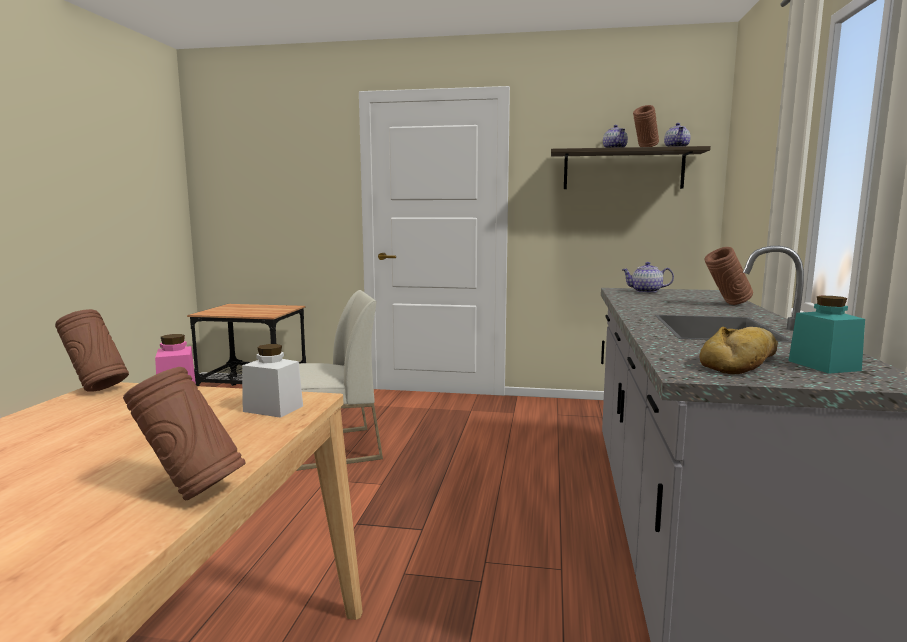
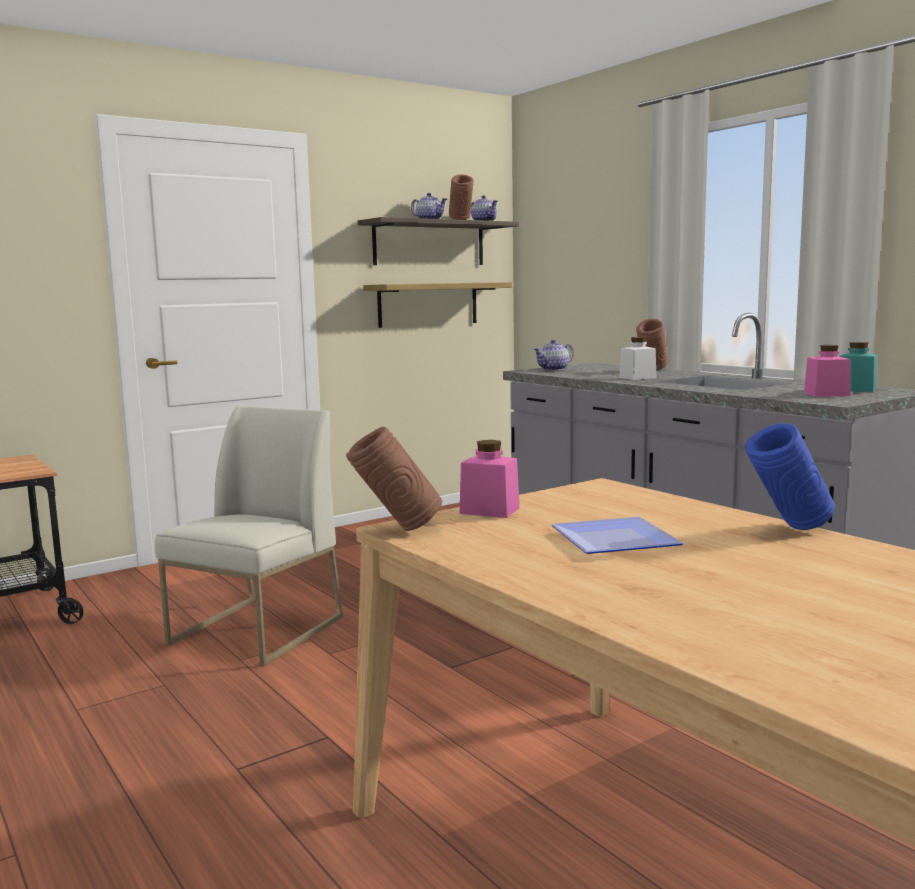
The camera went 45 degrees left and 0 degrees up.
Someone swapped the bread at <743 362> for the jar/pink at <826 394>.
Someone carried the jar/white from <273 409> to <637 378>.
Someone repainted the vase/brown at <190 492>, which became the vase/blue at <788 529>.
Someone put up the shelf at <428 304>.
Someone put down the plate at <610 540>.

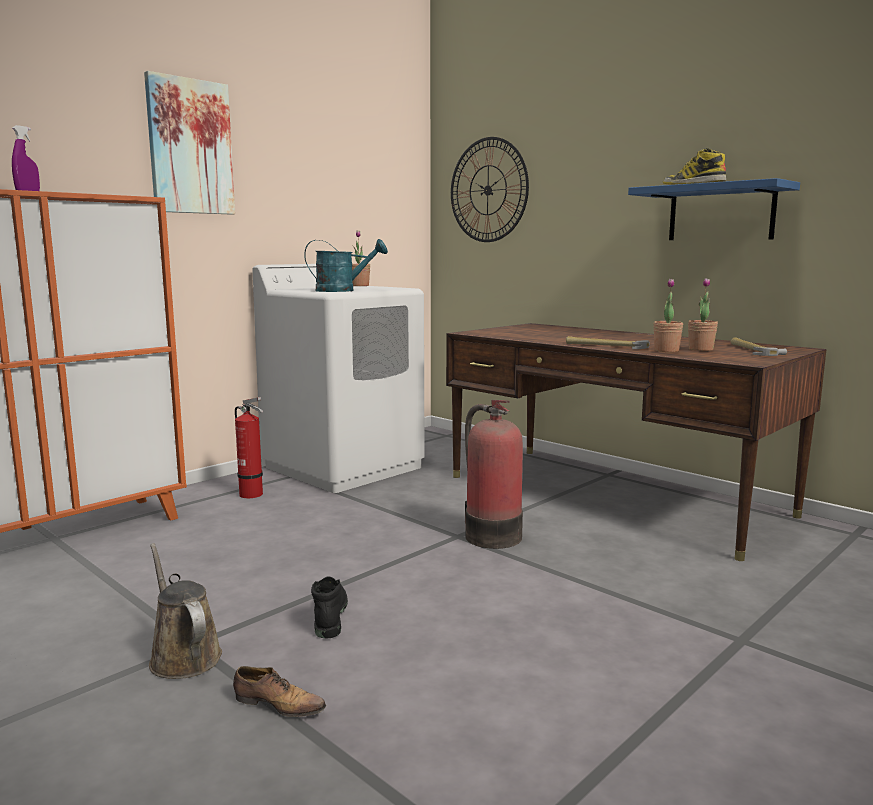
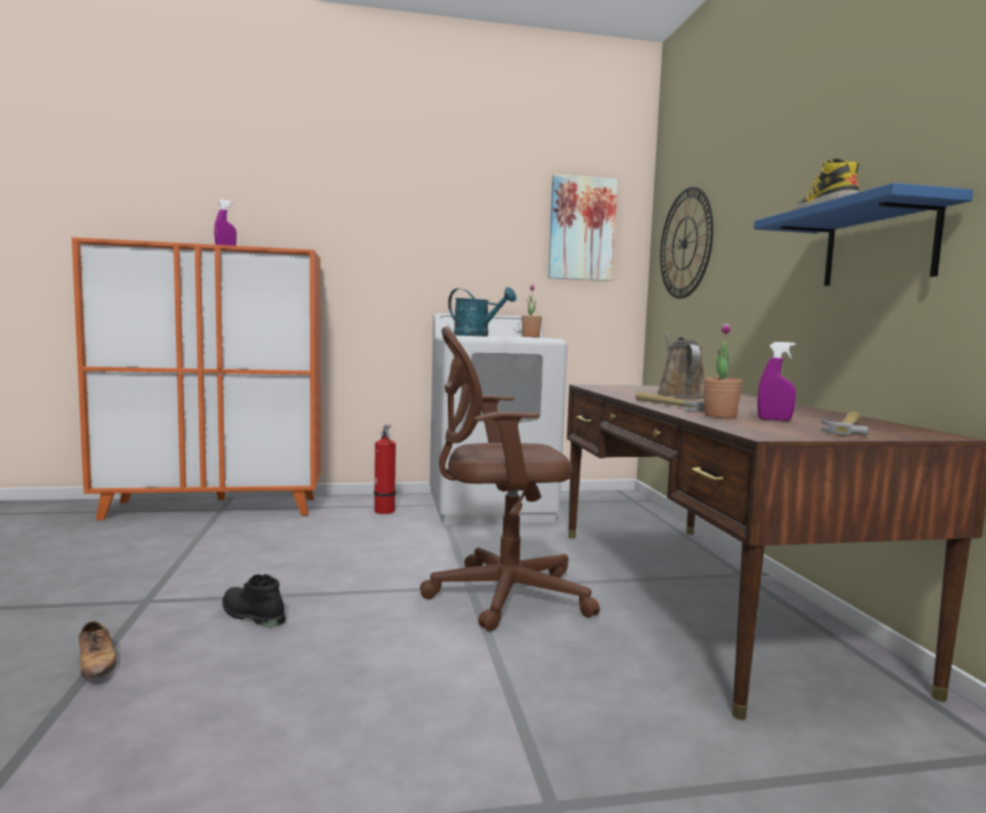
The camera went 35 degrees right and 5 degrees down.
Someone carried the picture from <190 147> to <581 229>.
Someone swapped the potted plant at <700 349> for the spray bottle/purple at <774 419>.
Someone swapped the fire extinguisher at <490 535> for the office chair/brown at <500 595>.
Someone carried the watering can/brown from <183 656> to <679 394>.
Someone rotated the boot/black at <328 616> by 90 degrees counterclockwise.

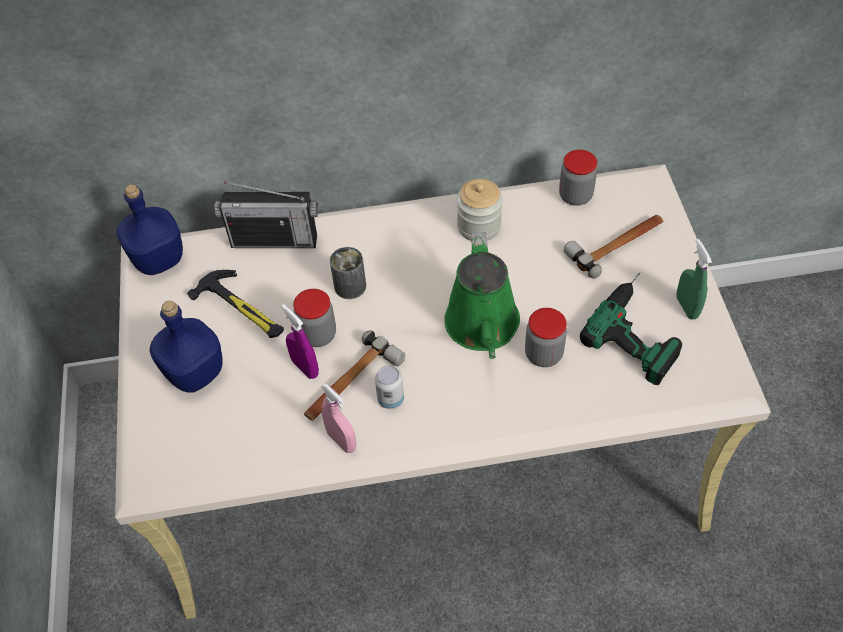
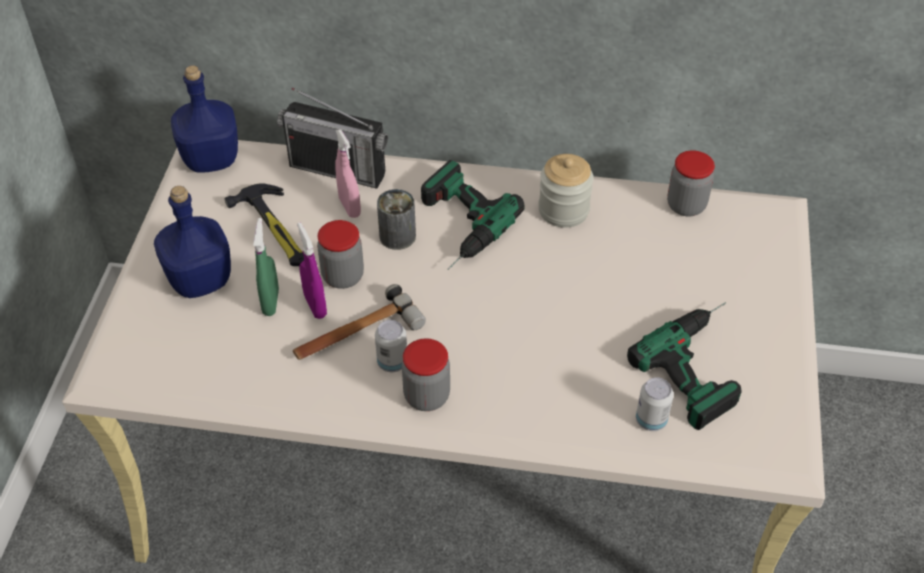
The camera went 15 degrees right and 5 degrees down.
Someone took away the hammer at <617 244>.
Someone took away the watering can/green at <483 327>.
Someone carried the spray bottle/green from <686 307> to <271 302>.
Someone carried the jar from <543 354> to <427 396>.
Someone carried the spray bottle/pink from <341 441> to <349 207>.
Someone put down the power drill at <454 226>.
Someone put down the can at <651 420>.

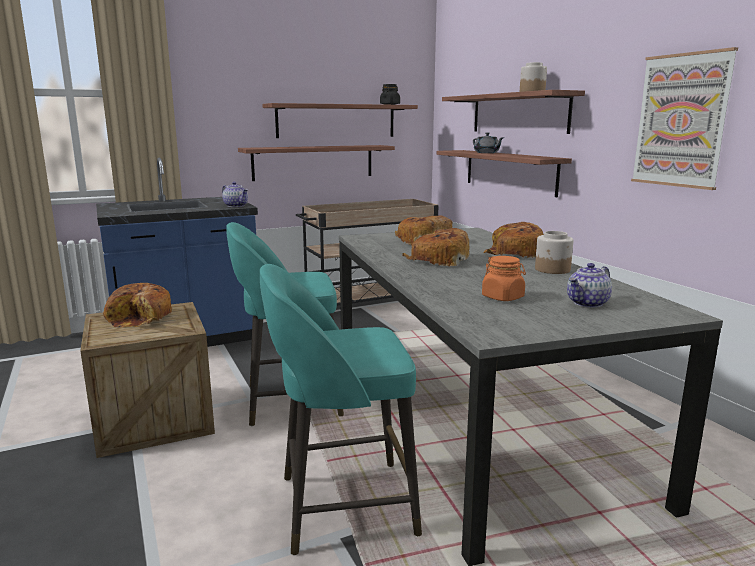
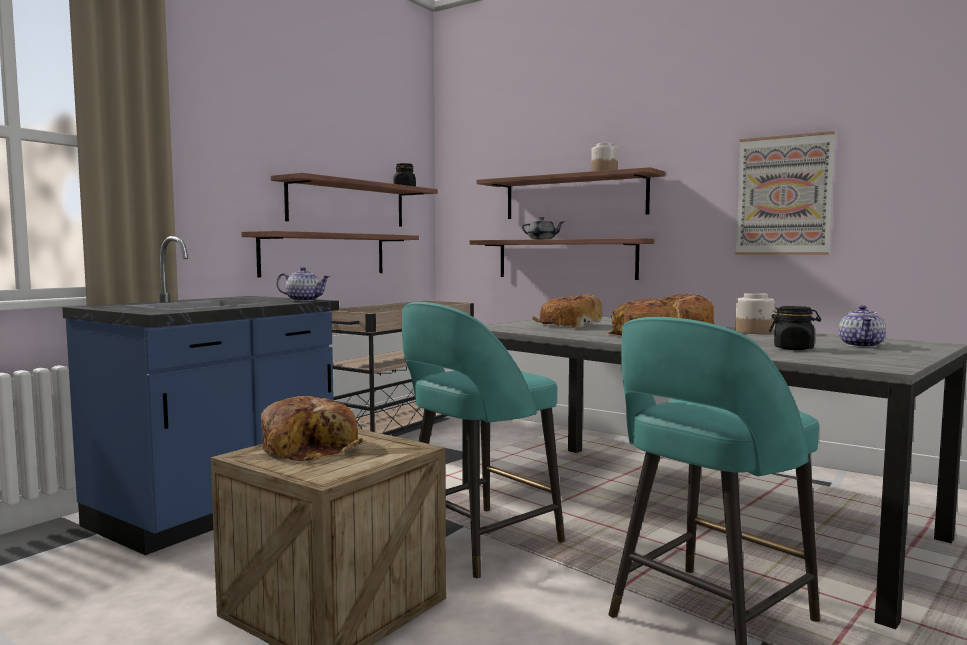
The camera went 30 degrees left and 10 degrees down.
Someone repainted the jar/orange at <503 297>, which became the jar/black at <793 348>.

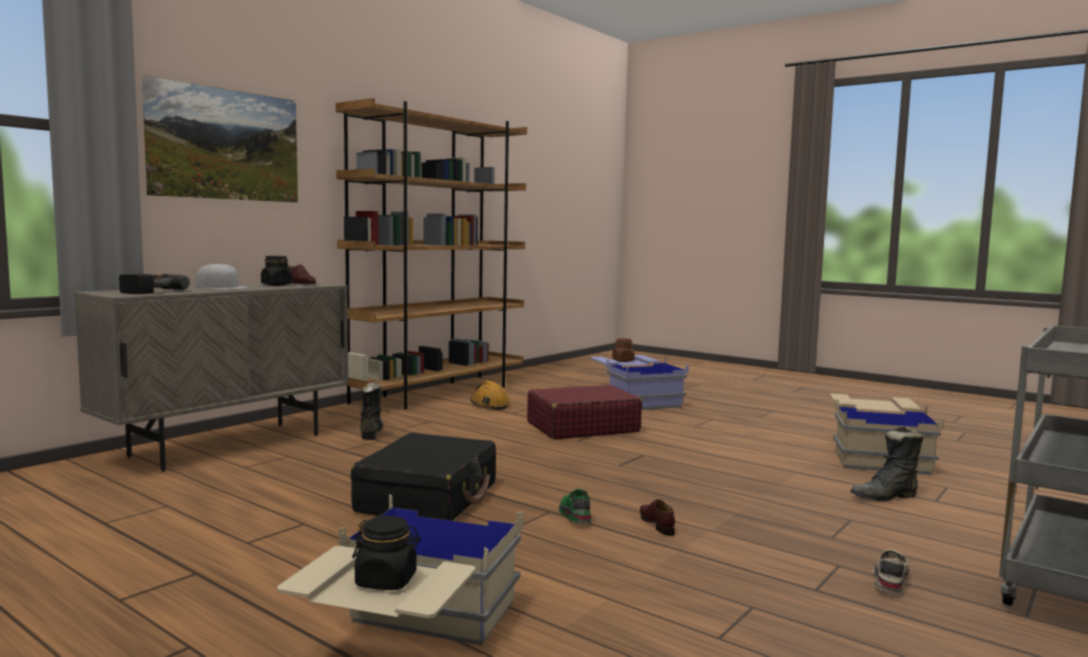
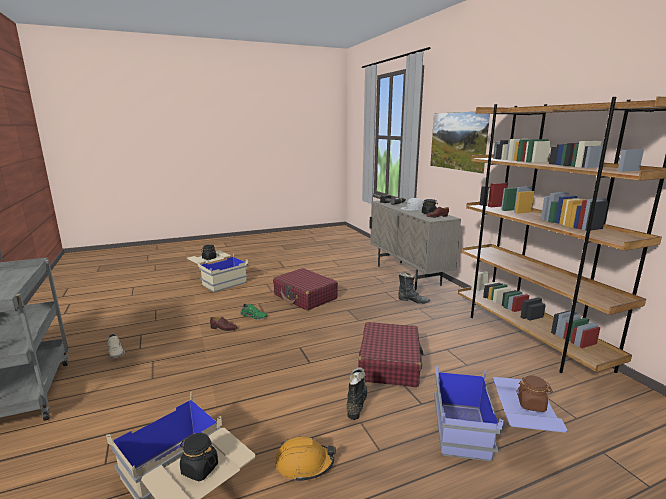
The camera went 120 degrees right and 10 degrees up.
Someone carried the hard hat/orange from <489 405> to <304 464>.
Someone carried the boot/black from <886 497> to <356 404>.
Someone repainted the suitcase/black at <428 497>, which became the suitcase/red at <305 297>.
Someone put down the jar/black at <199 469>.

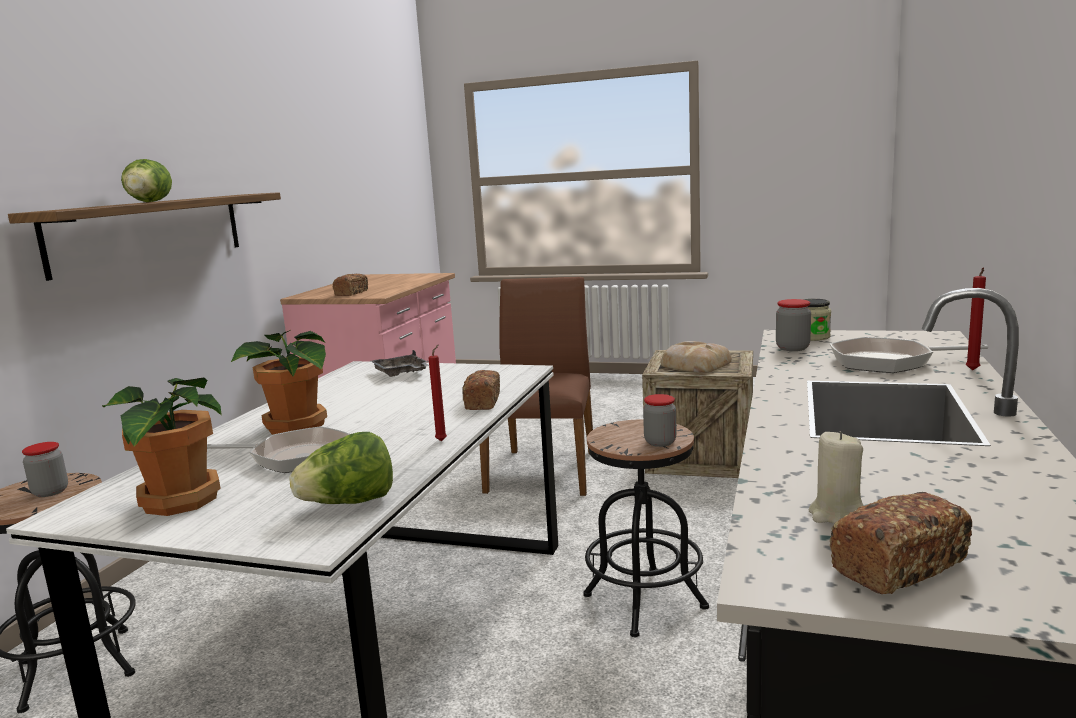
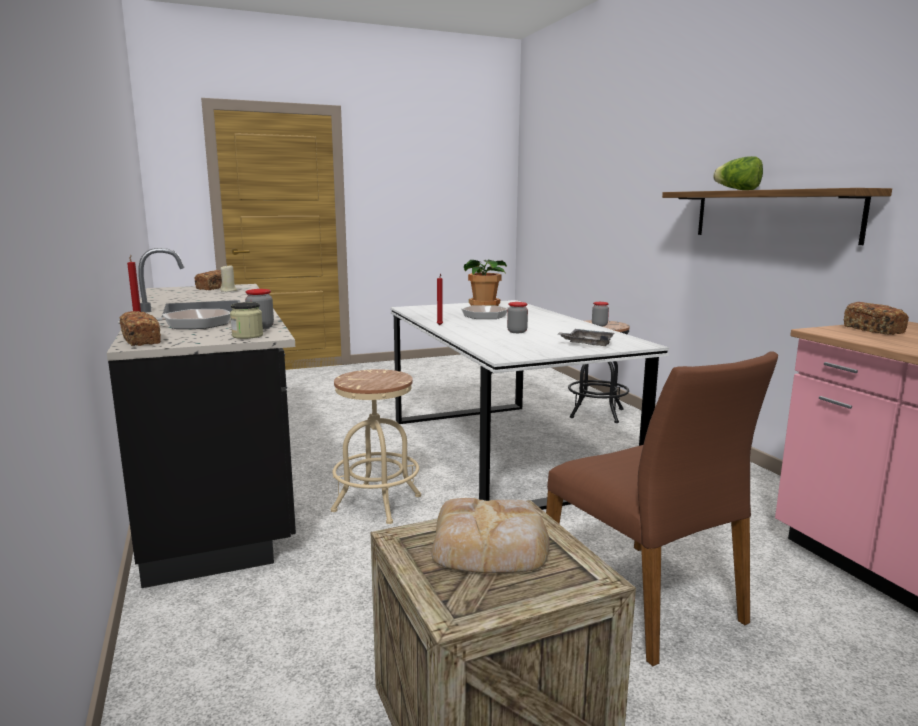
The camera went 140 degrees right and 0 degrees up.
Someone took away the potted plant at <295 427>.
Someone carried the bread from <482 402> to <141 341>.
Someone carried the jar from <660 442> to <517 331>.
Someone repainted the stool/black at <644 601>, which became the stool/beige at <377 503>.
Someone took away the lettuce at <349 503>.

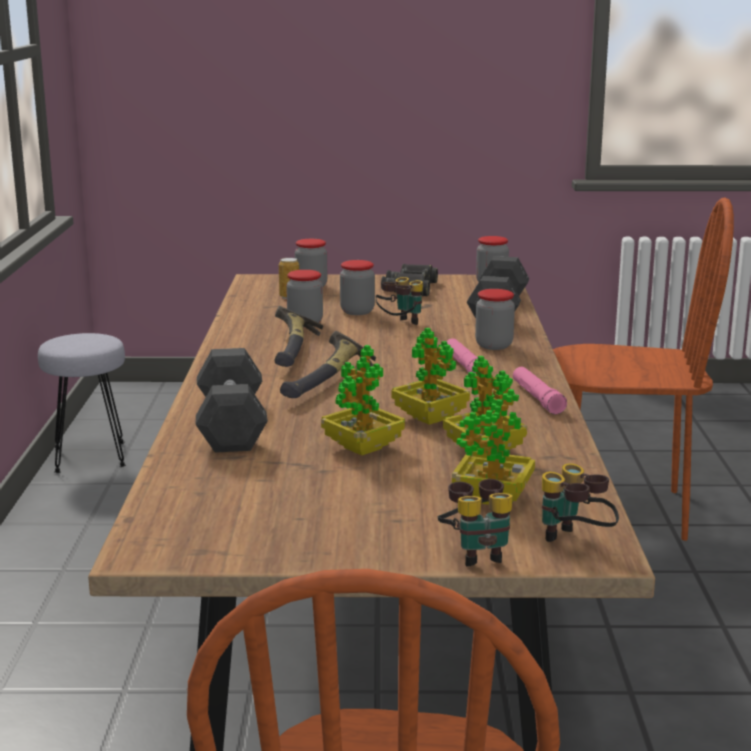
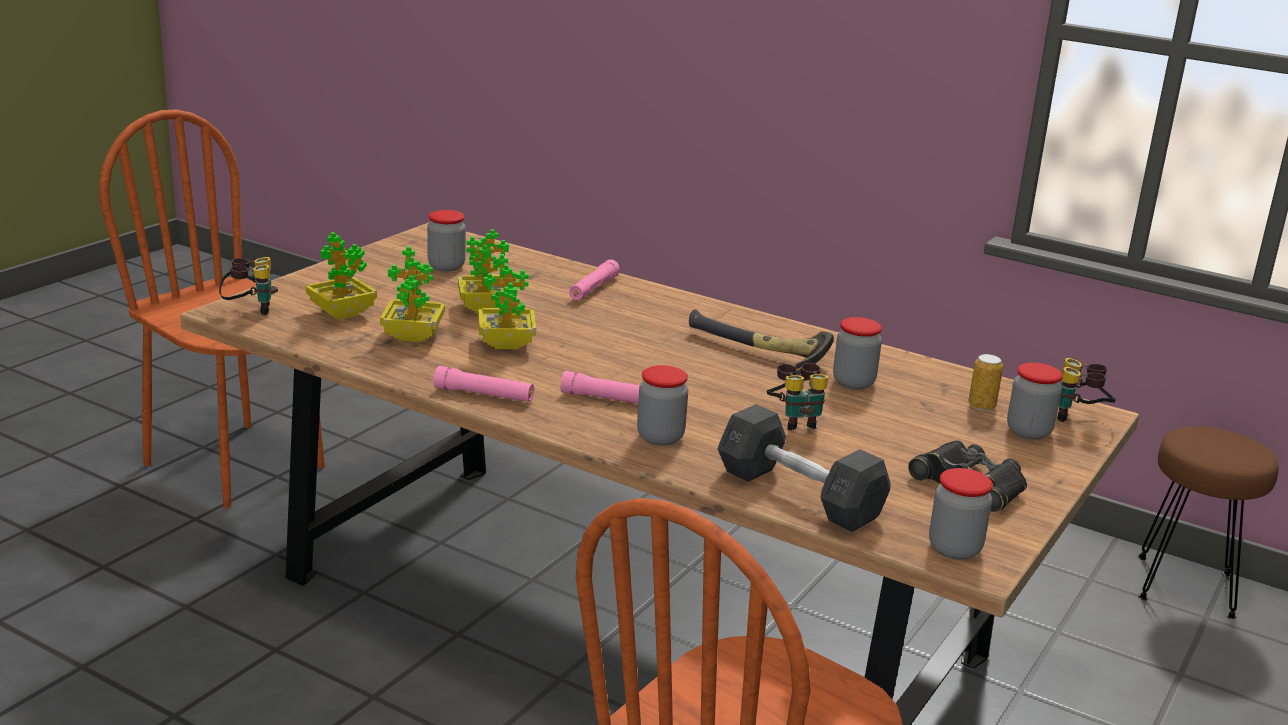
The camera went 120 degrees right and 5 degrees up.
Someone carried the jar from <357 311> to <446 266>.
Someone took away the hammer at <330 381>.
Someone repainted the stool/grey at <90 457>, which became the stool/brown at <1187 587>.
Someone swapped the dumbbell/grey at <231 424> for the flashlight/pink at <593 289>.
Someone carried the binoculars from <477 554> to <1078 419>.

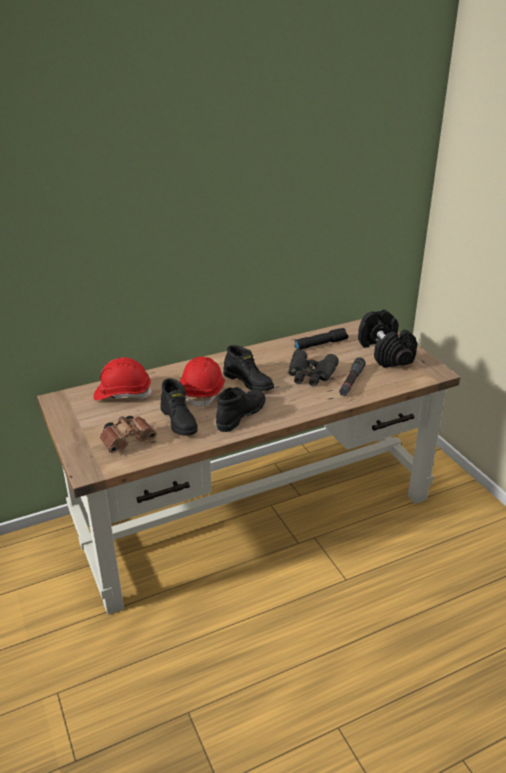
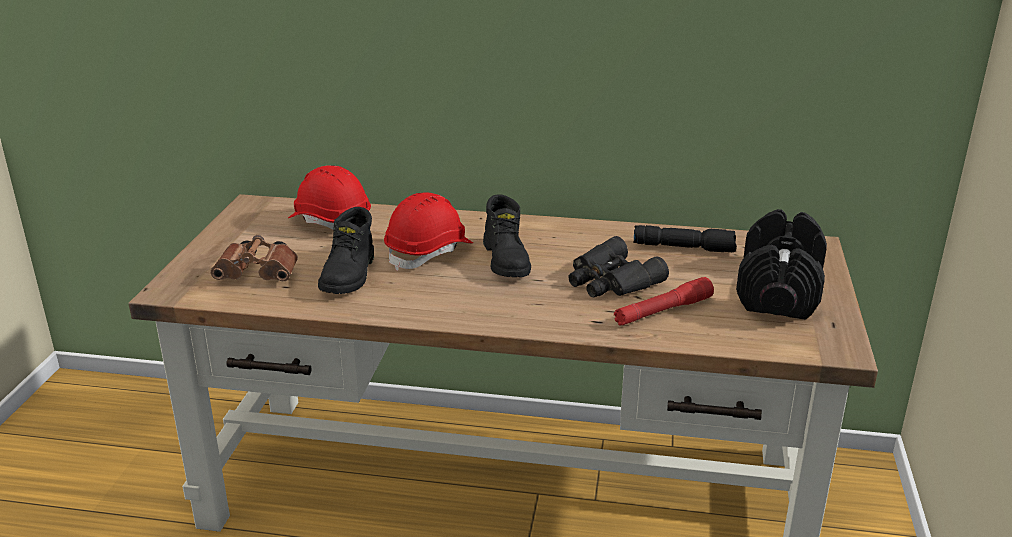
The camera went 35 degrees right and 5 degrees down.
Someone repainted the flashlight/black at <351 381>, which became the flashlight/red at <662 311>.
Someone took away the boot/black at <240 414>.

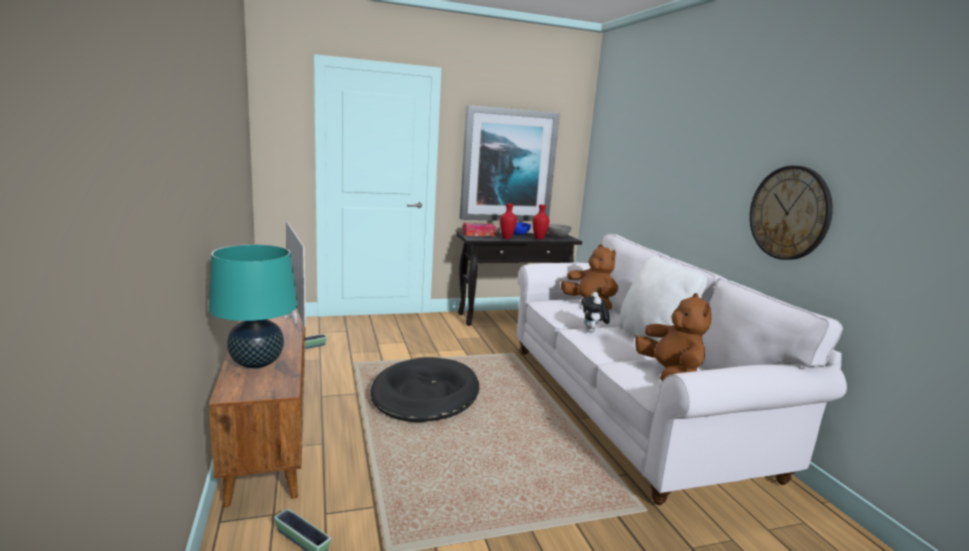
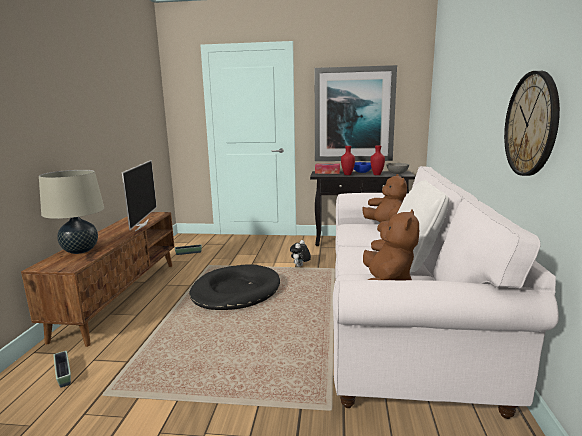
The camera went 25 degrees right and 0 degrees up.
Someone repainted the table lamp/turquoise at <257 363>, which became the table lamp/beige at <80 251>.
Someone carried the plush toy from <592 332> to <300 266>.

